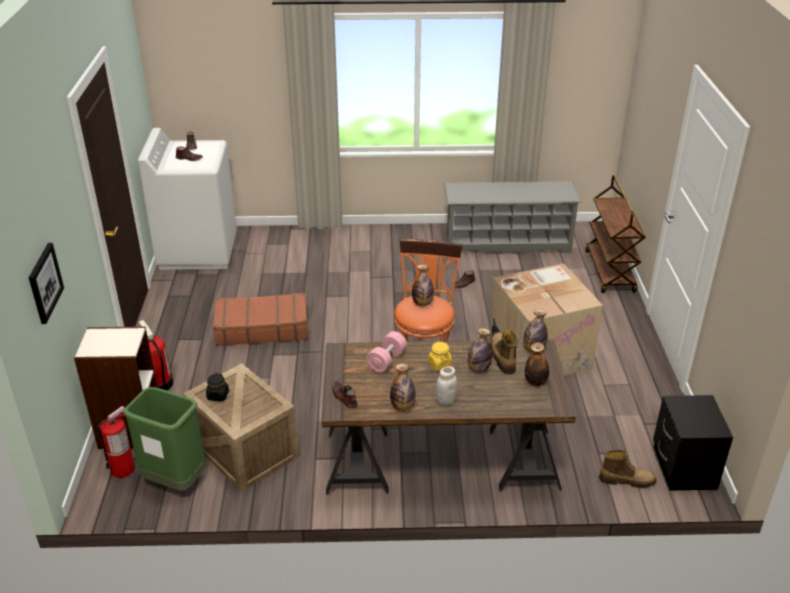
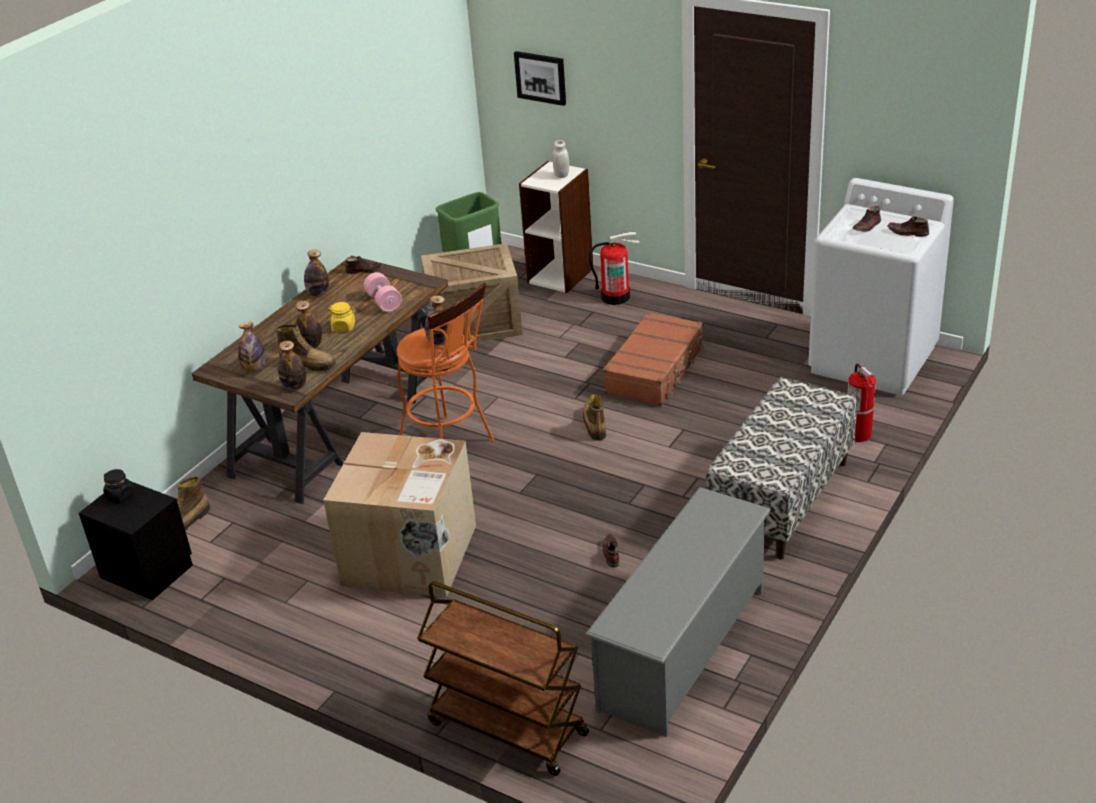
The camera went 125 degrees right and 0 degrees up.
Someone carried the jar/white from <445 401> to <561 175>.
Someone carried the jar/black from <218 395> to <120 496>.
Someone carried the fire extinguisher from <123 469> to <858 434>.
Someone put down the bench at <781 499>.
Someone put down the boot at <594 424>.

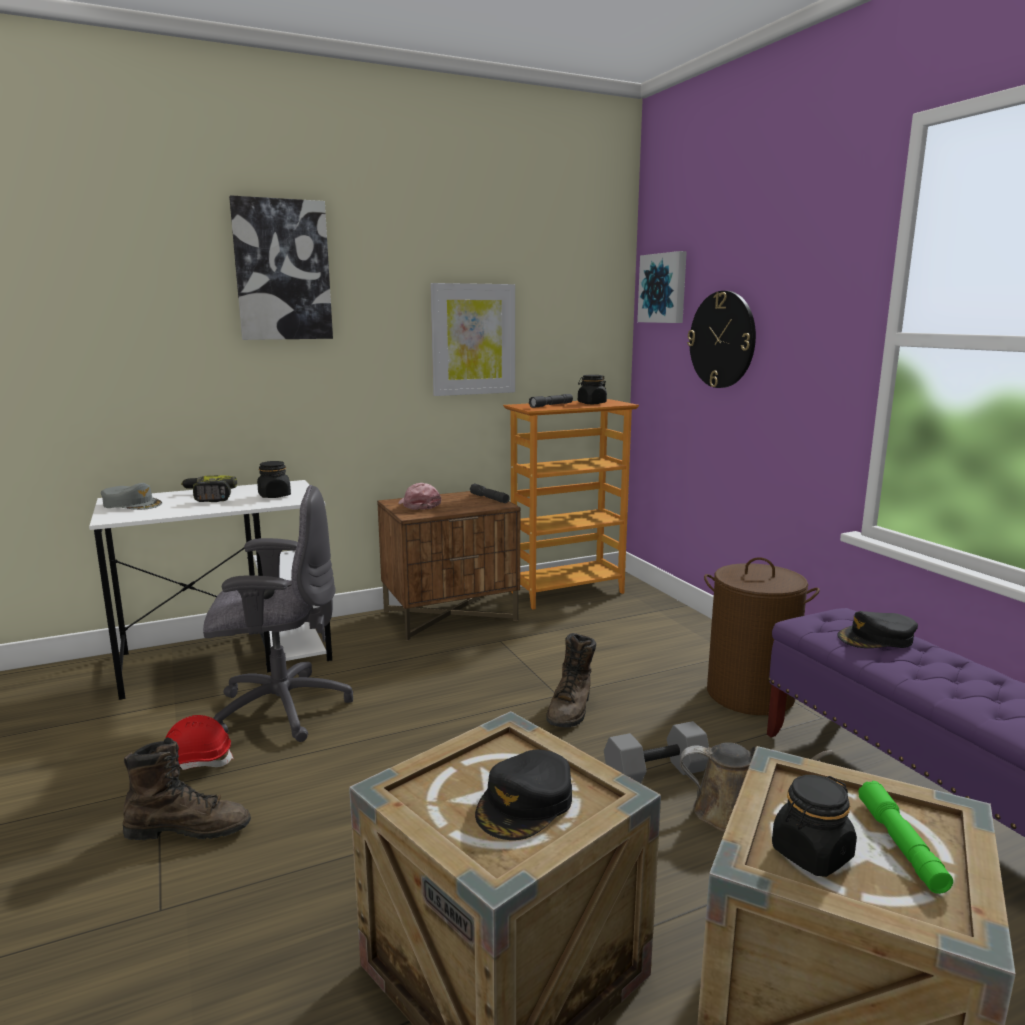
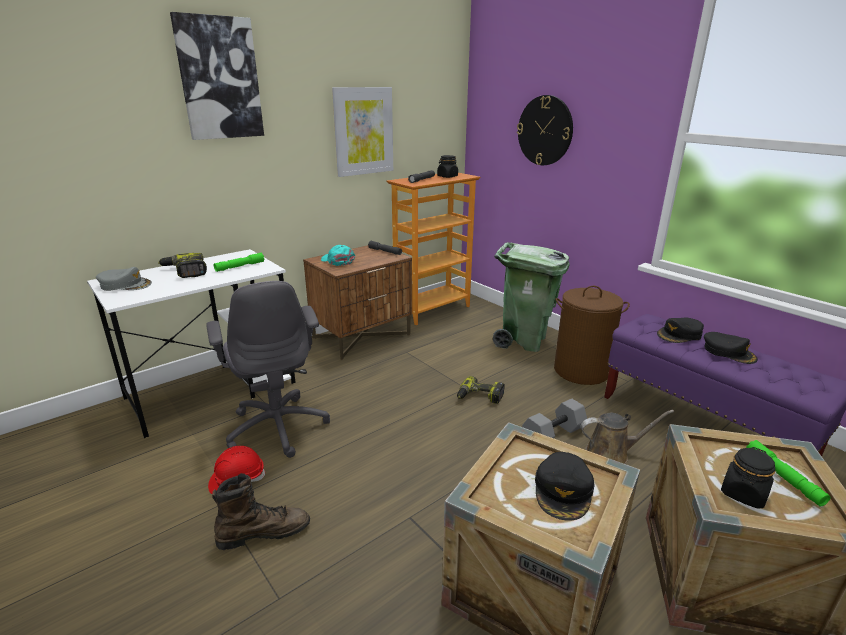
The camera went 15 degrees left and 10 degrees up.
Someone took away the picture at <664 288>.
Someone swapped the jar/black at <274 496> for the flashlight/green at <240 266>.
Someone repainted the cap/pink at <418 505>, which became the cap/turquoise at <338 261>.
Someone rotated the office chair/grey at <280 708> by 90 degrees clockwise.
Someone swapped the boot/brown at <571 709> for the power drill at <479 397>.
Someone put down the trash can/green at <523 340>.
Someone put down the cap/black at <728 352>.

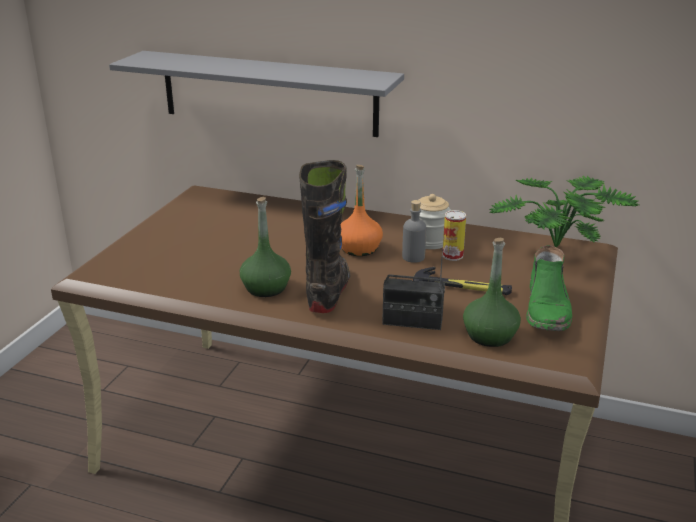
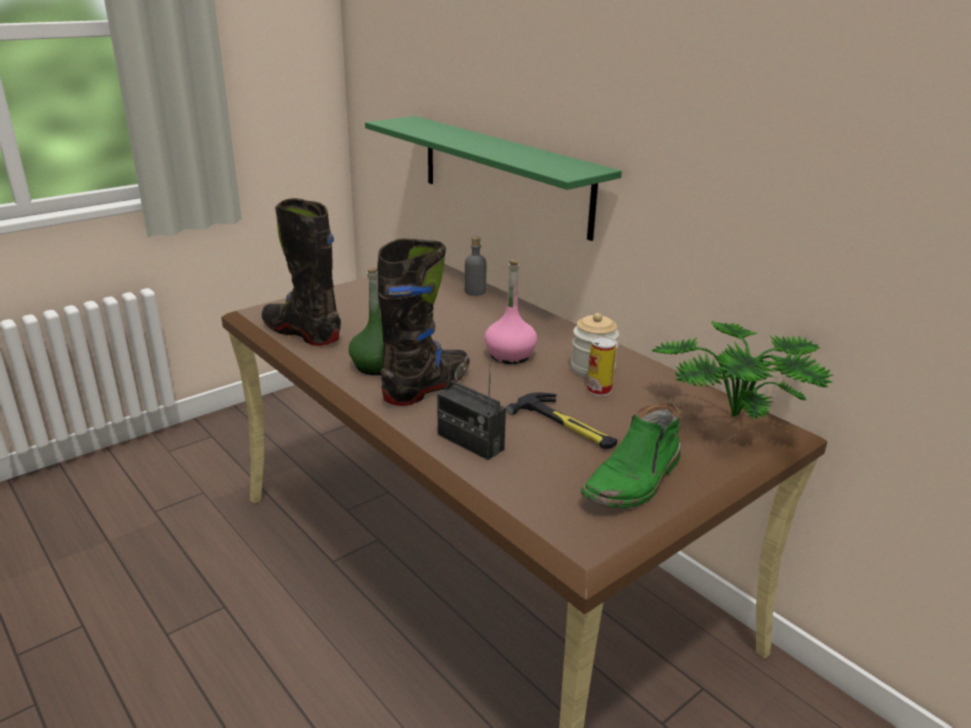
The camera went 30 degrees right and 0 degrees up.
Someone repainted the shelf/grey at <268 93>, which became the shelf/green at <504 174>.
Someone repainted the bottle/orange at <359 248>, which became the bottle/pink at <510 355>.
Someone carried the bottle/grey from <413 257> to <475 291>.
Someone took away the bottle/green at <489 335>.
Someone put down the boot/black at <302 332>.

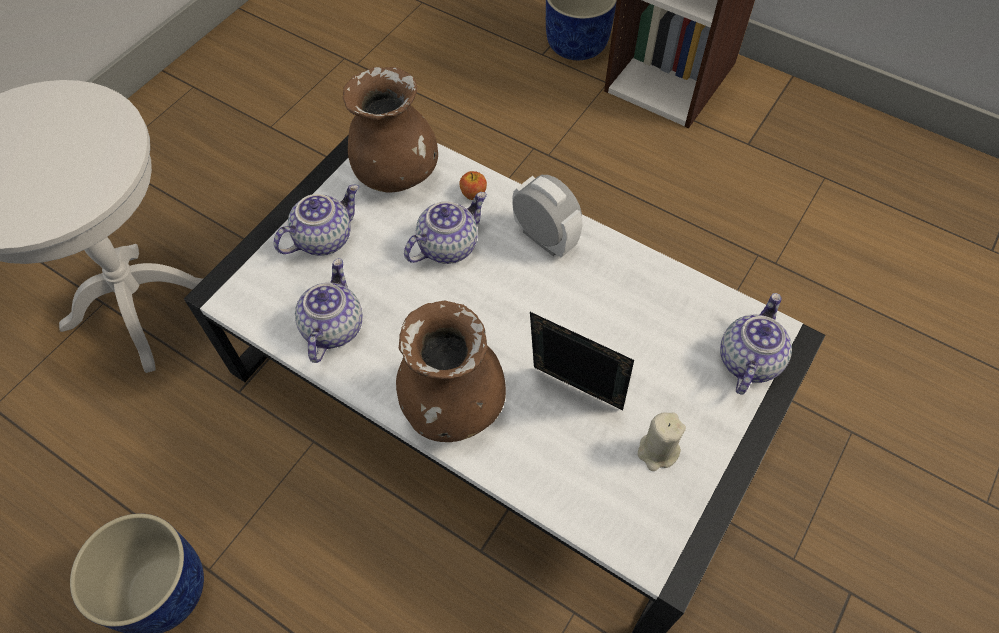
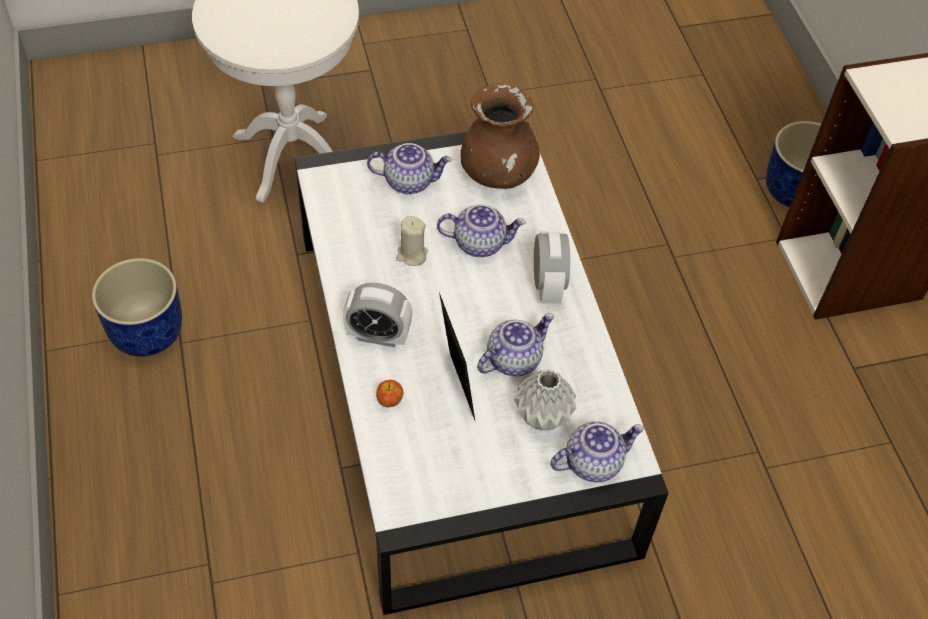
The camera went 40 degrees right and 5 degrees down.
Someone carried the apple from <473 194> to <389 400>.
Someone carried the teapot from <332 327> to <513 359>.
Someone swapped the vase/brown at <453 405> for the alarm clock at <378 336>.
Someone carried the candle/beige from <657 451> to <411 255>.
Someone put down the vase/grey at <543 418>.

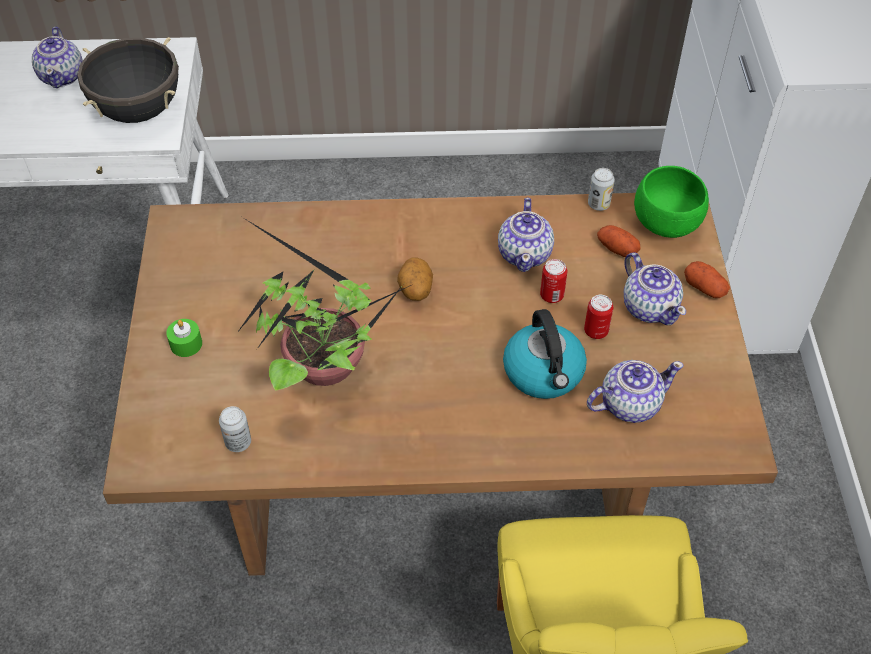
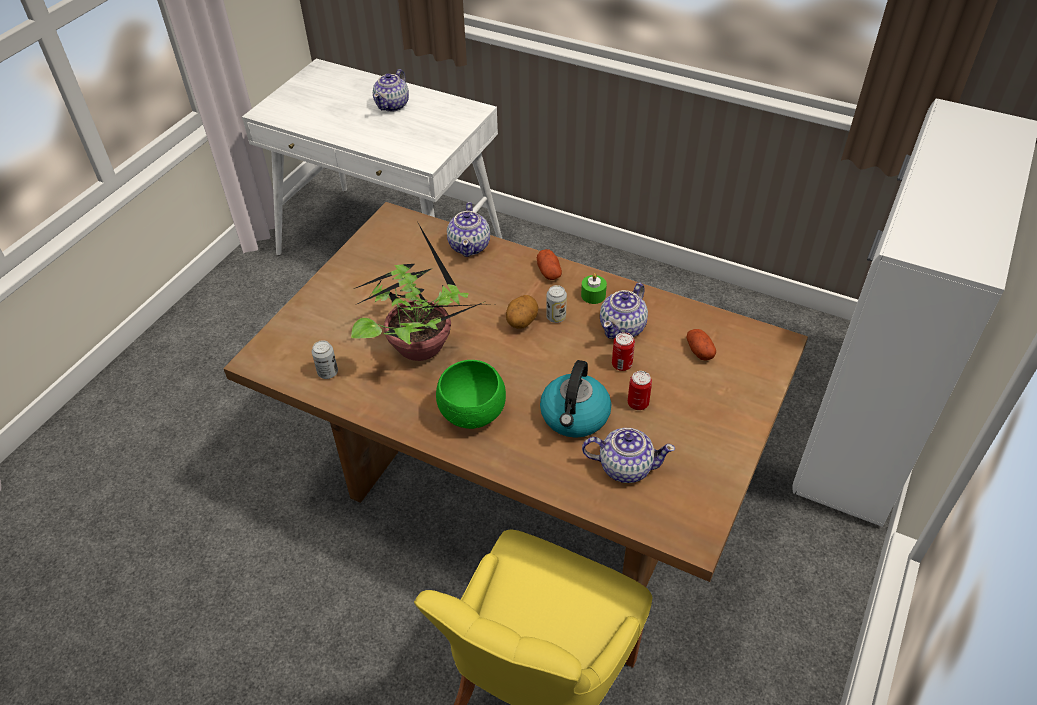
The camera went 30 degrees right and 5 degrees down.
Someone took away the cooking pot/black at <139 110>.
Someone carried the bowl/green from <668 224> to <474 415>.
Someone carried the can from <598 204> to <556 317>.
Someone carried the teapot from <650 307> to <470 246>.
Someone carried the potato from <704 288> to <549 272>.
Someone carried the candle/green from <186 344> to <593 295>.

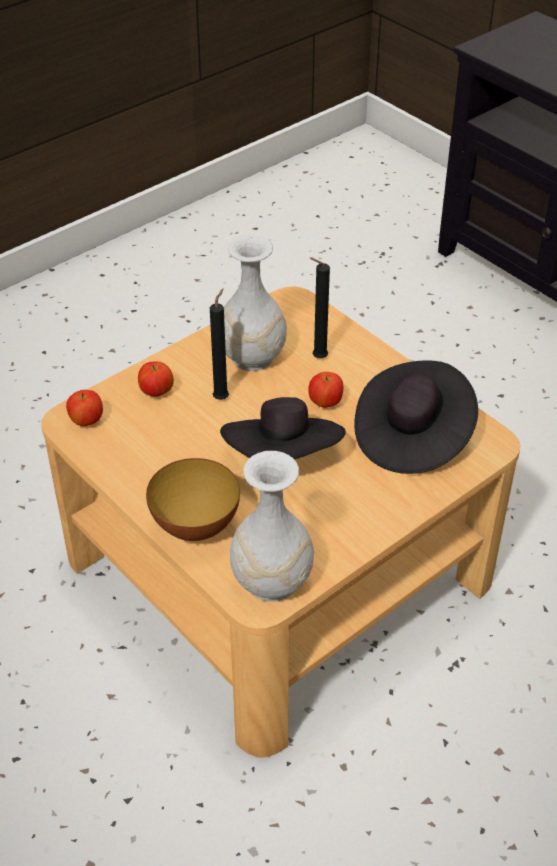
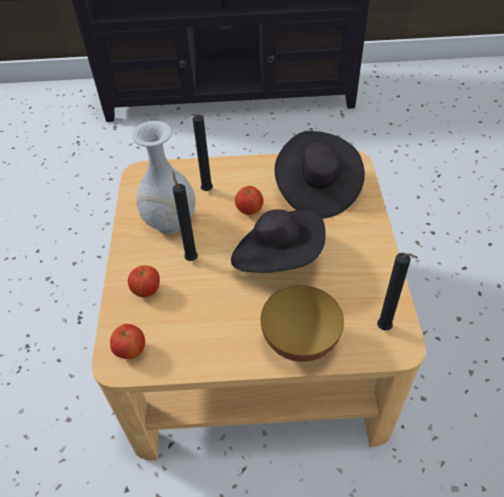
The camera went 50 degrees left and 5 degrees up.
Someone swapped the vase/white at <270 582> for the candle/black at <385 329>.

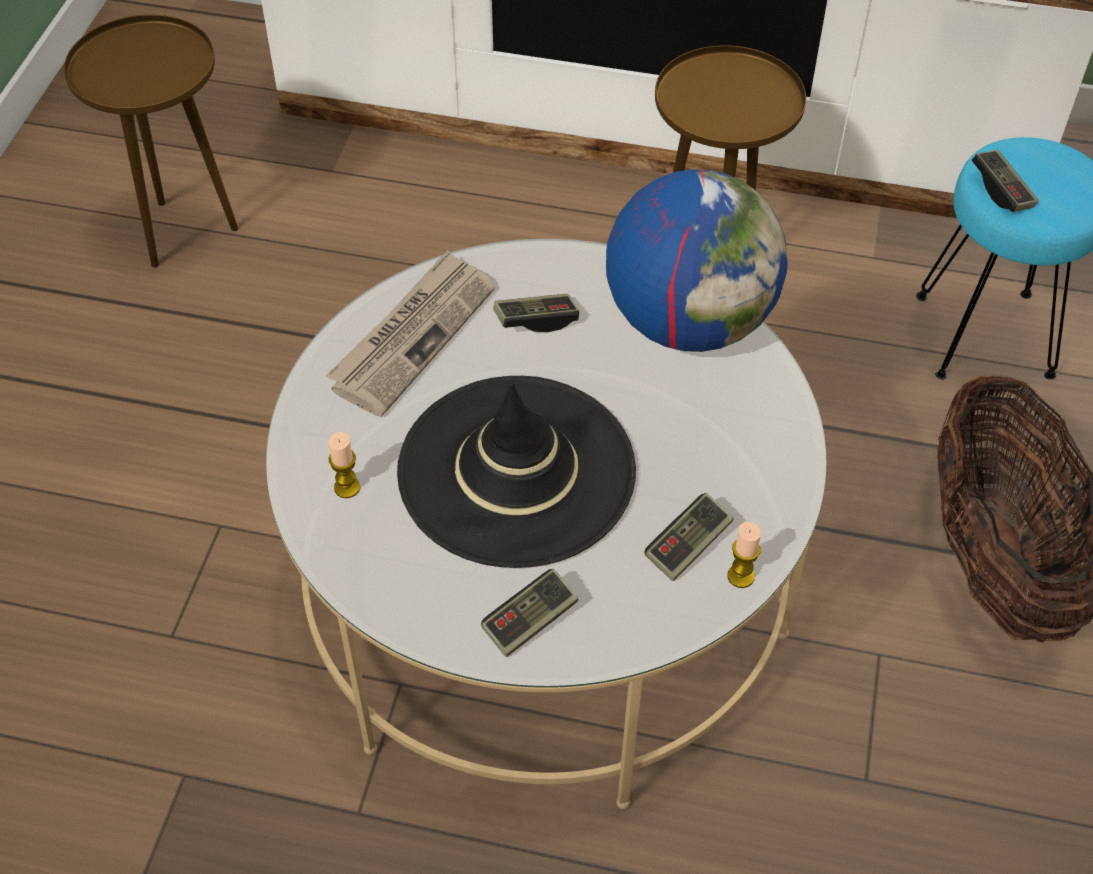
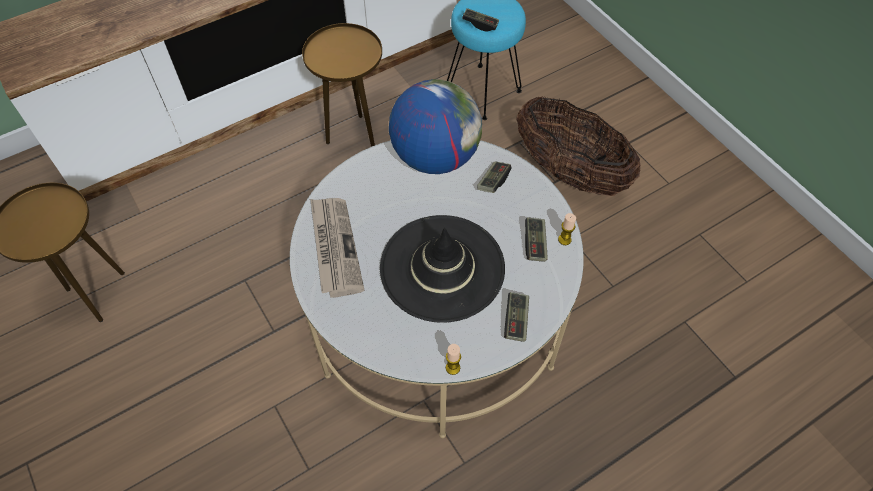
The camera went 45 degrees left and 5 degrees up.
Someone carried the game controller from <536 320> to <493 181>.
Someone carried the candle from <347 487> to <452 368>.

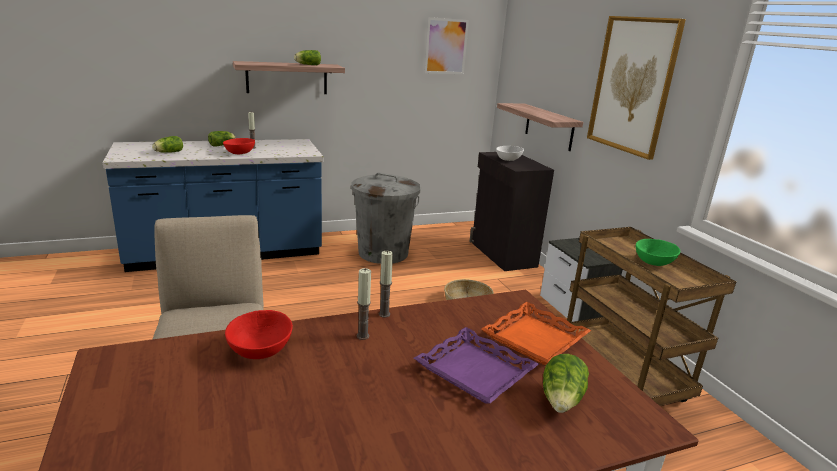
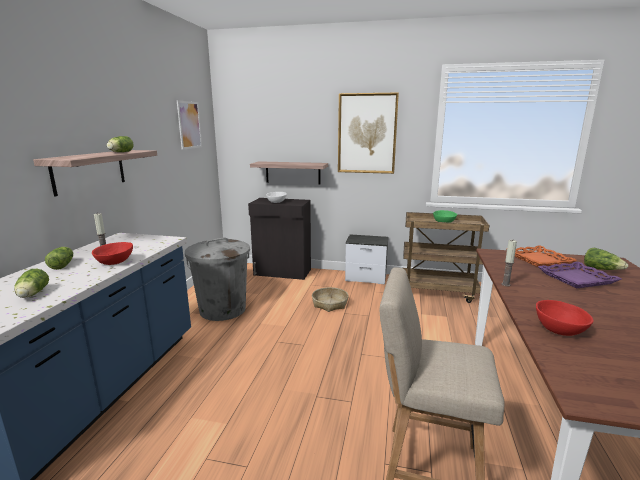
The camera went 55 degrees left and 5 degrees down.
Someone took away the candle at <362 336>.

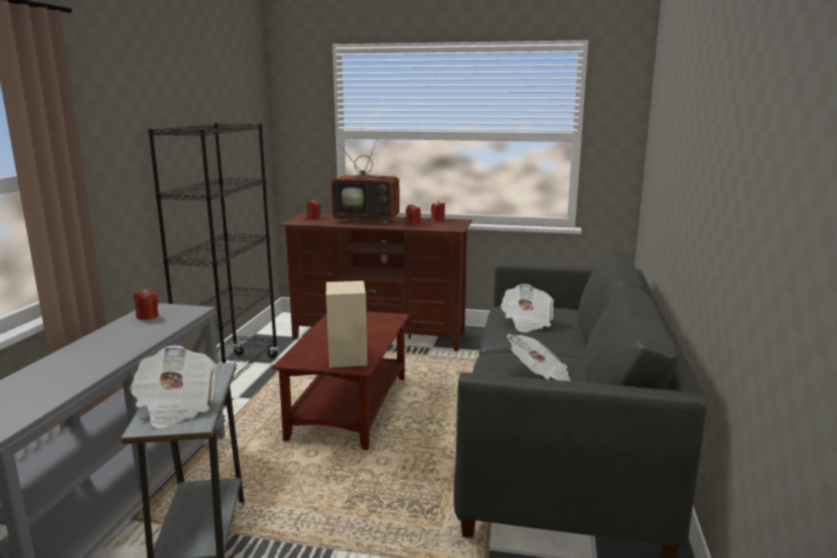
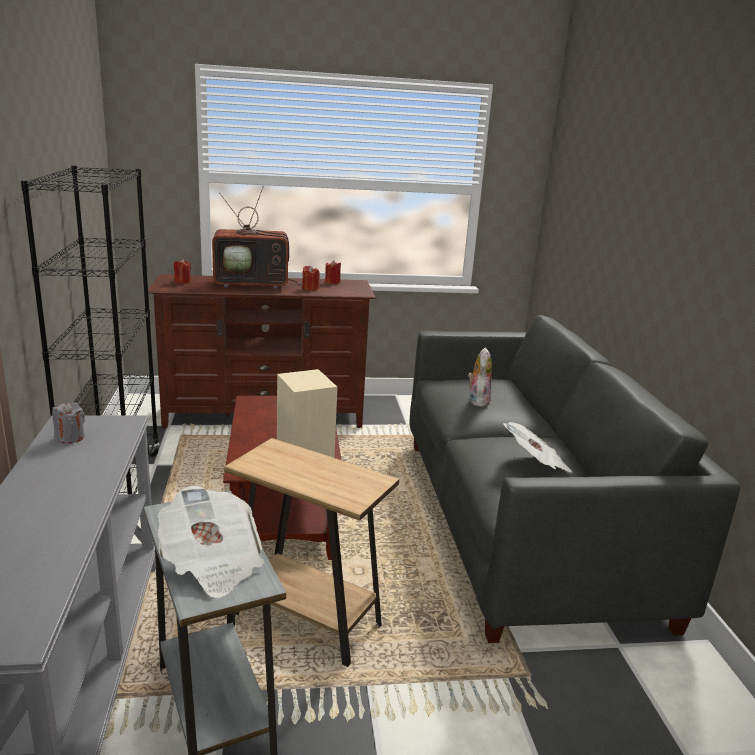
The camera went 20 degrees left and 5 degrees up.
Someone swapped the newspaper at <526 322> for the plush toy at <477 400>.
Someone repainted the candle/red at <147 316>, which became the candle/grey at <70 437>.
Someone put down the side table/brown at <307 620>.

